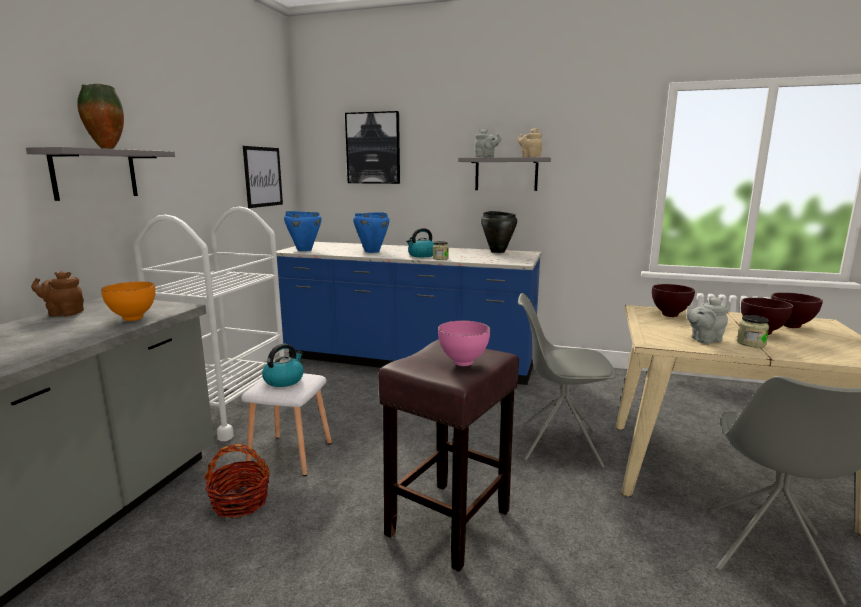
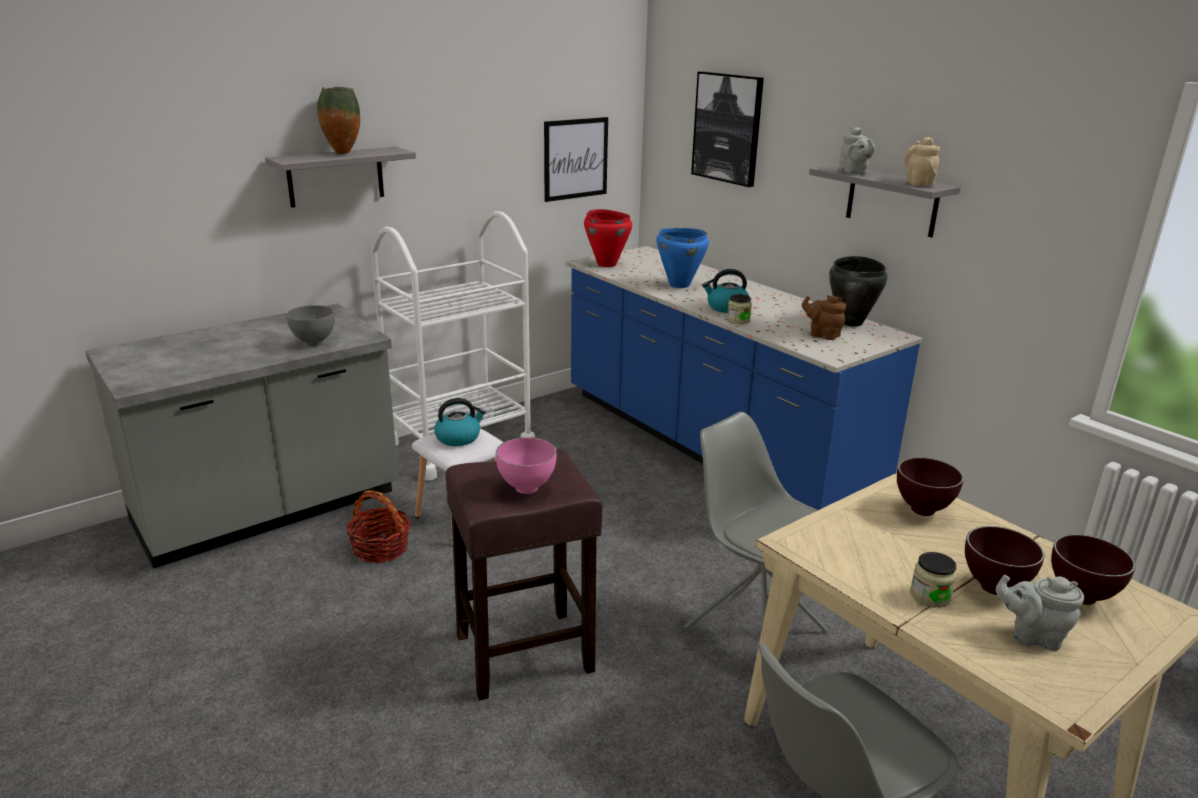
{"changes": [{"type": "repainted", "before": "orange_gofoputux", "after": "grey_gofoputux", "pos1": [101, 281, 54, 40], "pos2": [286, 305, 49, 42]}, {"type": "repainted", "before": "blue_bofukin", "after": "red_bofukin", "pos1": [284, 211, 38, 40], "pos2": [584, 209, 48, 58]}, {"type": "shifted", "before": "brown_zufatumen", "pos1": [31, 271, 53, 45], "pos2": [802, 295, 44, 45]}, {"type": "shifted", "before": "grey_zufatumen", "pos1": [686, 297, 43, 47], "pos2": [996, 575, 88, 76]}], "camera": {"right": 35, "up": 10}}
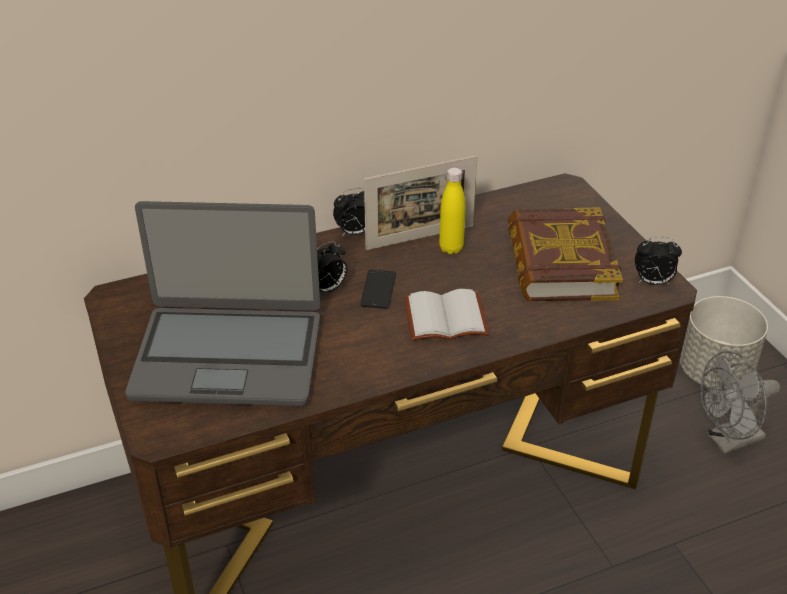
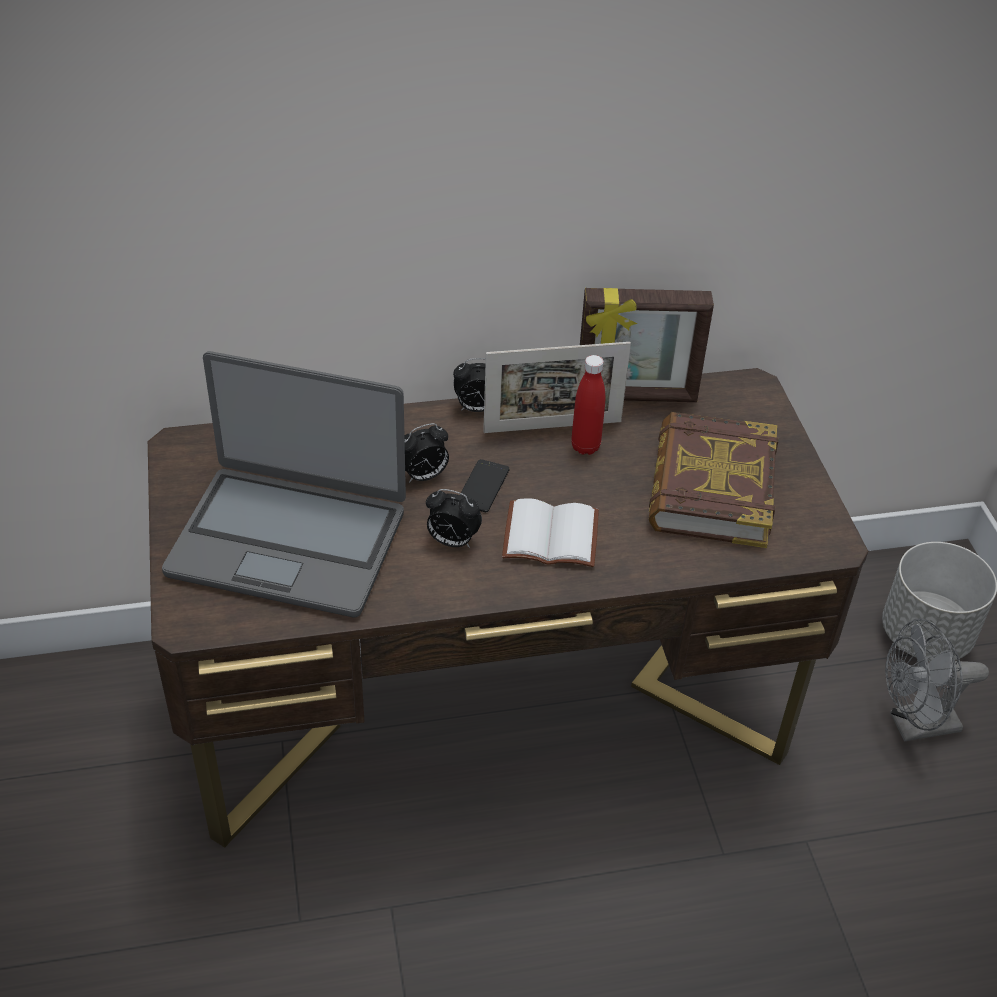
{"changes": [{"type": "shifted", "before": "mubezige", "pos1": [635, 236, 47, 49], "pos2": [426, 489, 56, 59]}, {"type": "repainted", "before": "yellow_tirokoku", "after": "red_tirokoku", "pos1": [439, 167, 26, 87], "pos2": [571, 355, 34, 100]}, {"type": "new", "after": "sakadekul", "pos2": [580, 288, 134, 114]}], "camera": {"right": 10, "up": 5}}
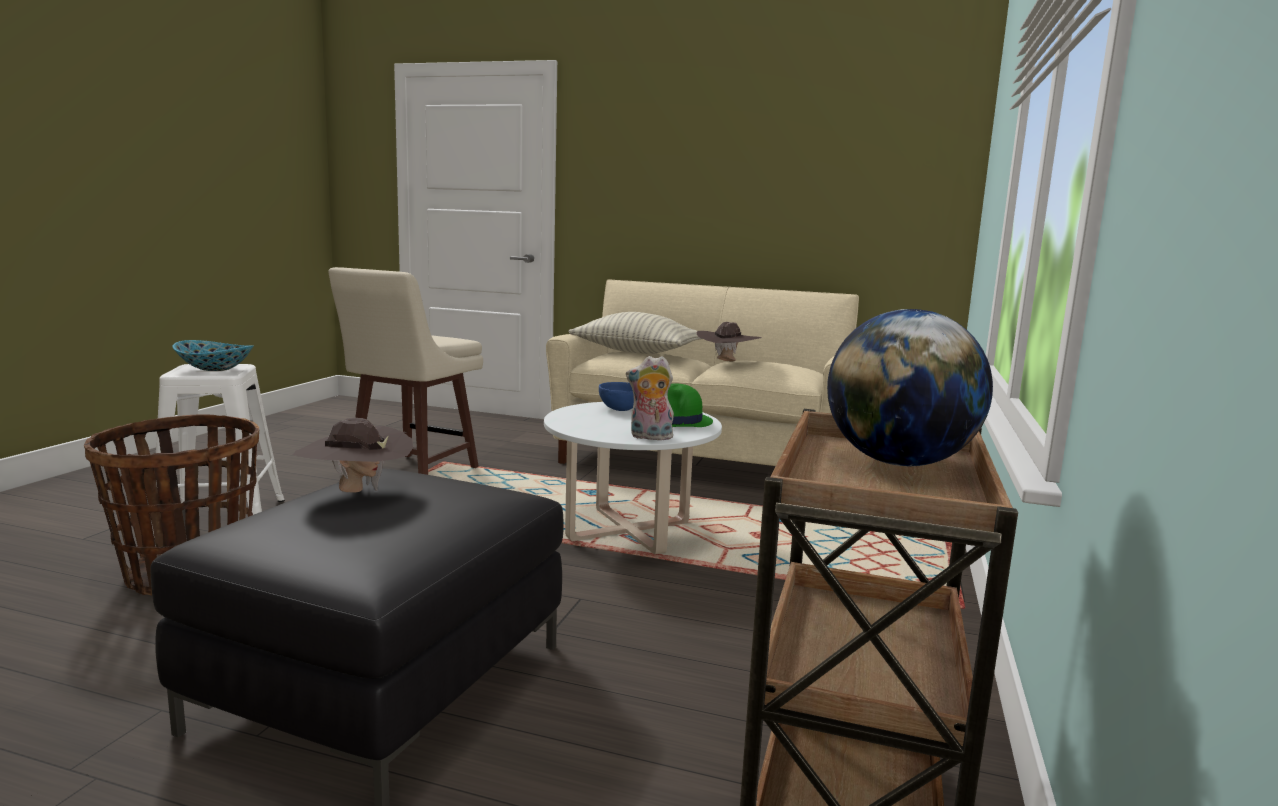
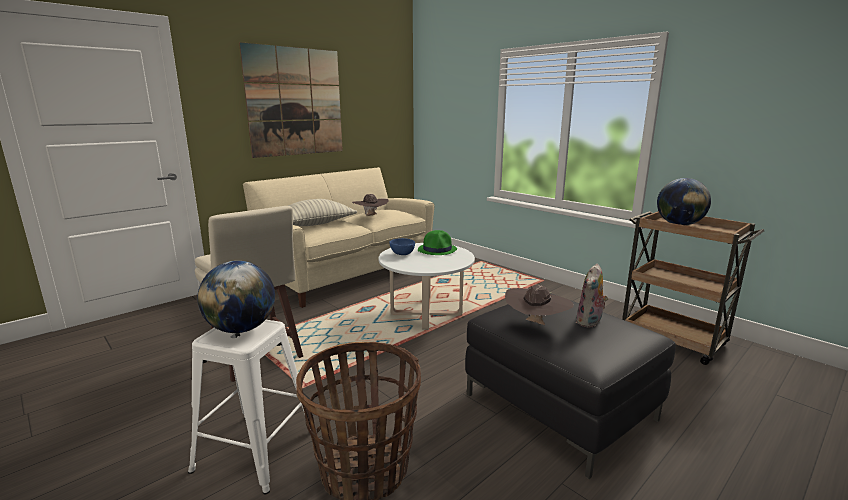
{"changes": [{"type": "swapped", "before": "gofoputux", "after": "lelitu", "pos1": [172, 340, 81, 31], "pos2": [198, 261, 77, 72]}, {"type": "new", "after": "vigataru", "pos2": [239, 42, 104, 116]}, {"type": "shifted", "before": "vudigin", "pos1": [626, 356, 48, 84], "pos2": [576, 264, 32, 64]}], "camera": {"right": -60, "up": 5}}
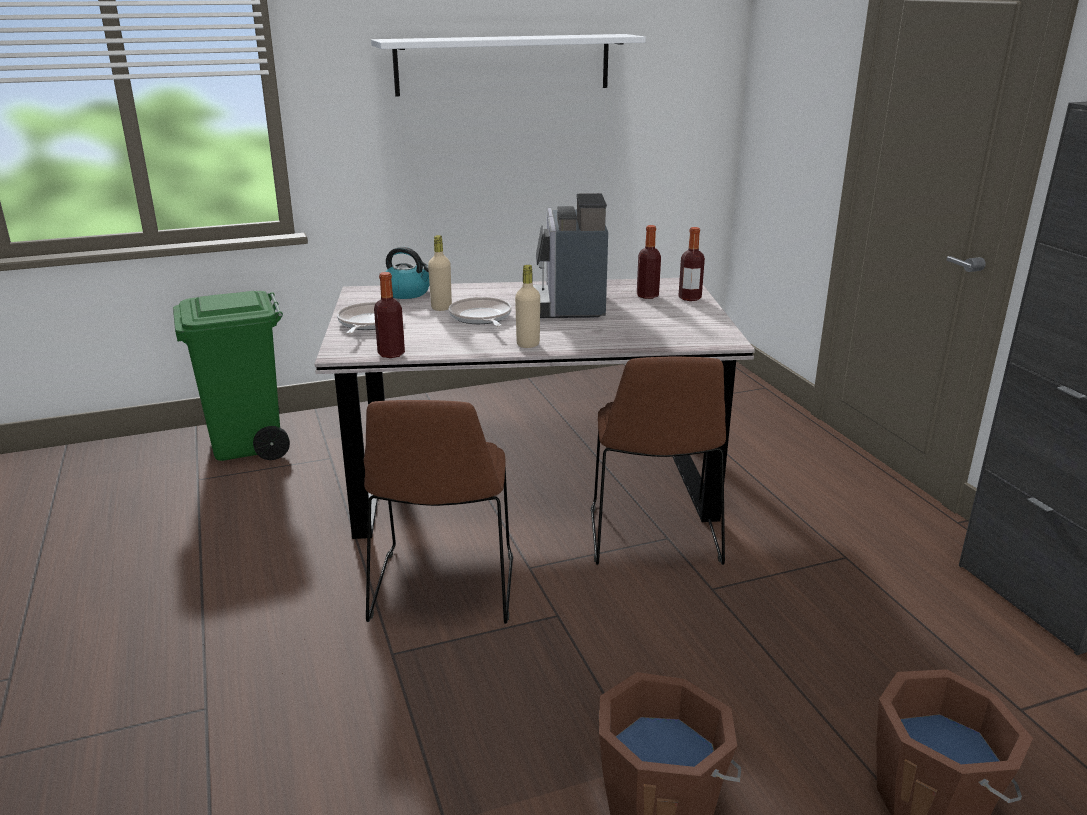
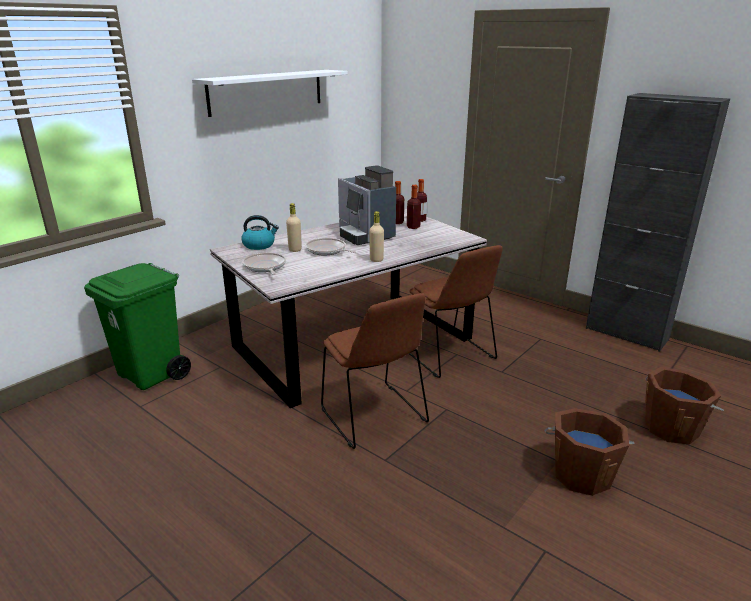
{"changes": [{"type": "shifted", "before": "tirokoku", "pos1": [374, 272, 31, 86], "pos2": [407, 185, 14, 44]}], "camera": {"right": -30, "up": 0}}
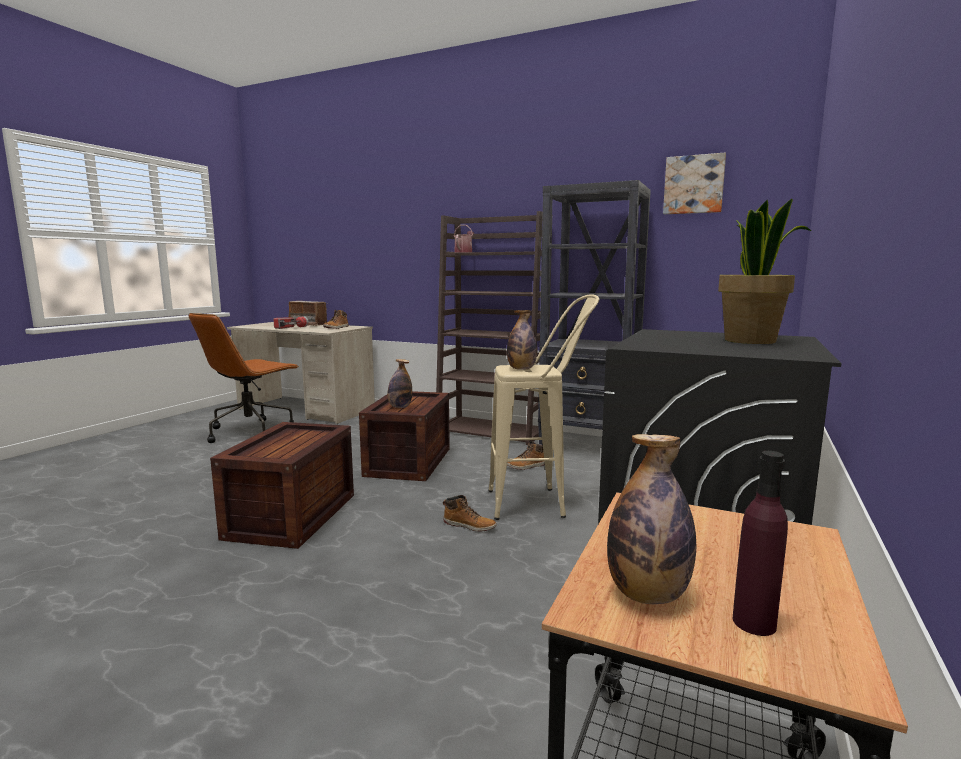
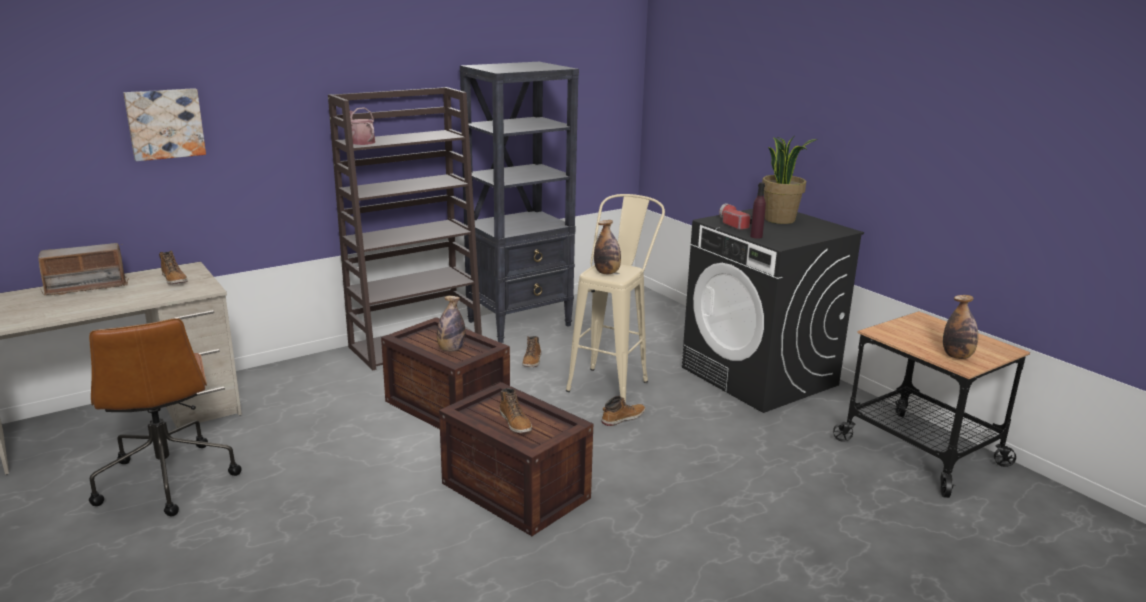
{"changes": [{"type": "shifted", "before": "vigataru", "pos1": [663, 153, 63, 61], "pos2": [123, 88, 83, 73]}, {"type": "new", "after": "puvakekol", "pos2": [500, 388, 32, 45]}, {"type": "shifted", "before": "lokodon", "pos1": [273, 316, 36, 13], "pos2": [719, 203, 33, 27]}, {"type": "shifted", "before": "purple_tirokoku", "pos1": [733, 451, 55, 185], "pos2": [750, 182, 16, 57]}], "camera": {"right": -60, "up": 10}}
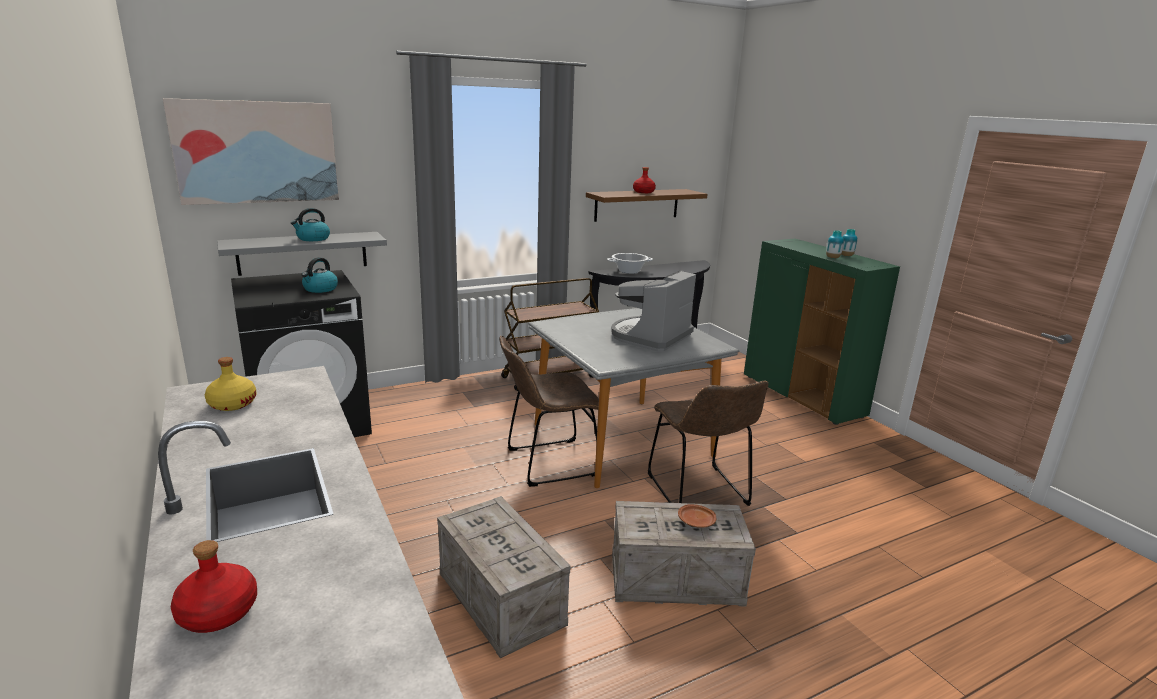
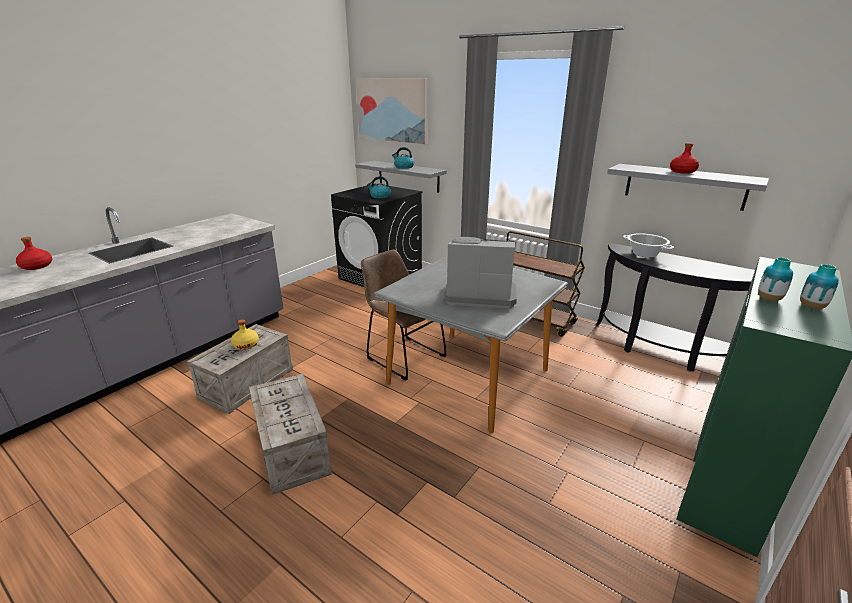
{"changes": [{"type": "shifted", "before": "yellow_tirokoku", "pos1": [205, 357, 52, 54], "pos2": [231, 319, 28, 31]}, {"type": "repainted", "before": "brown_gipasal", "after": "grey_gipasal", "pos1": [586, 189, 122, 33], "pos2": [607, 164, 162, 47]}, {"type": "gone", "before": "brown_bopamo", "pos1": [648, 381, 120, 125]}, {"type": "gone", "before": "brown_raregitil", "pos1": [678, 504, 38, 24]}], "camera": {"right": 65, "up": 5}}
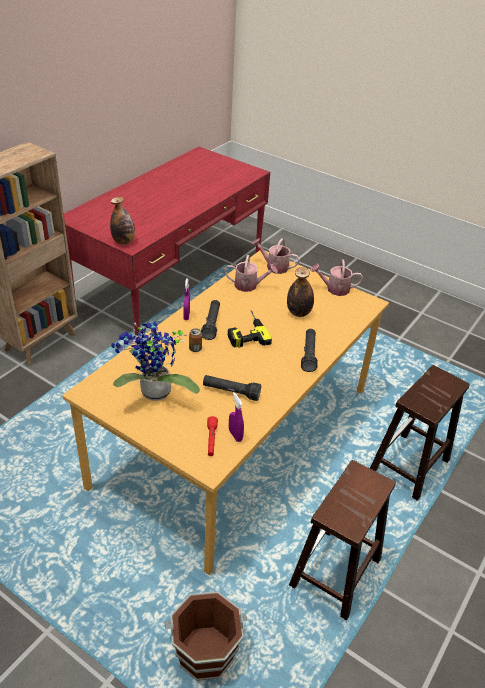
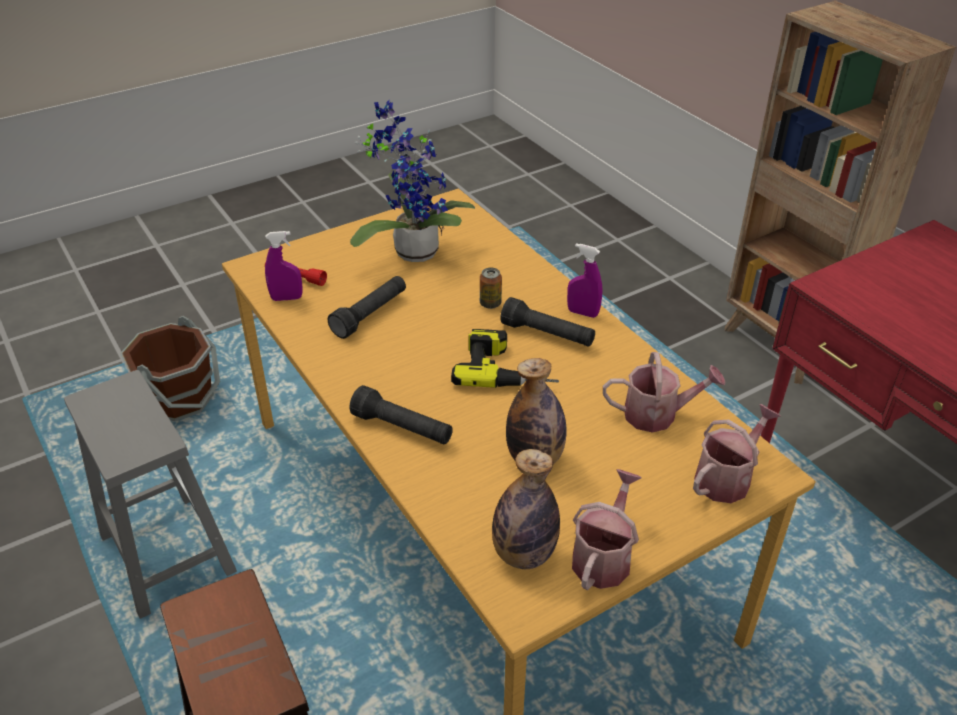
{"changes": [{"type": "repainted", "before": "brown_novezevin", "after": "grey_novezevin", "pos1": [289, 460, 107, 160], "pos2": [64, 370, 173, 249]}, {"type": "shifted", "before": "tirokoku", "pos1": [110, 197, 25, 48], "pos2": [492, 449, 68, 120]}, {"type": "rotated", "before": "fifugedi", "pos1": [224, 255, 54, 37], "pos2": [603, 352, 122, 80], "turn": -120}], "camera": {"right": 115, "up": 0}}
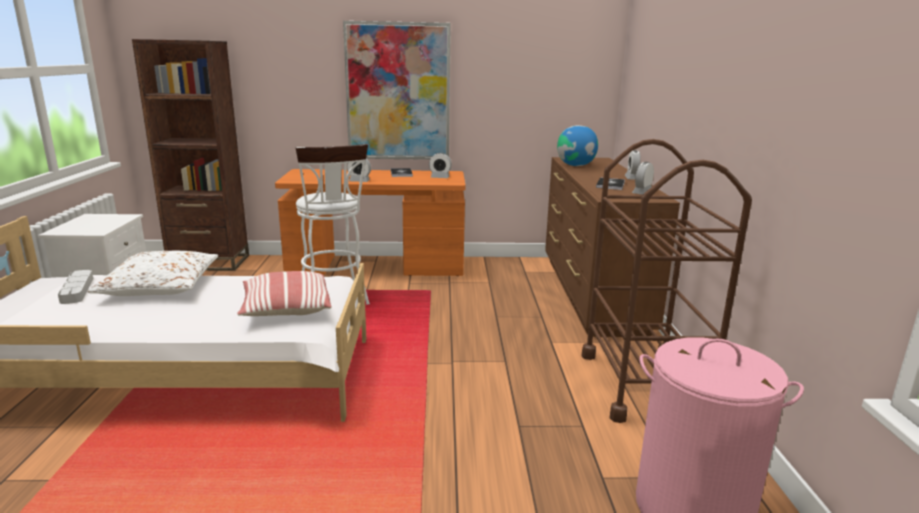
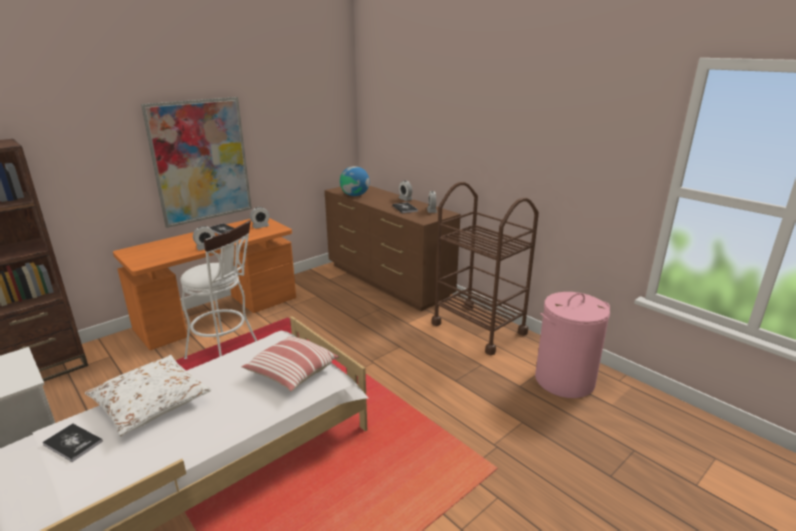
{"changes": [{"type": "swapped", "before": "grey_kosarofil", "after": "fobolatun", "pos1": [58, 270, 35, 34], "pos2": [42, 423, 61, 39]}], "camera": {"right": -40, "up": 5}}
